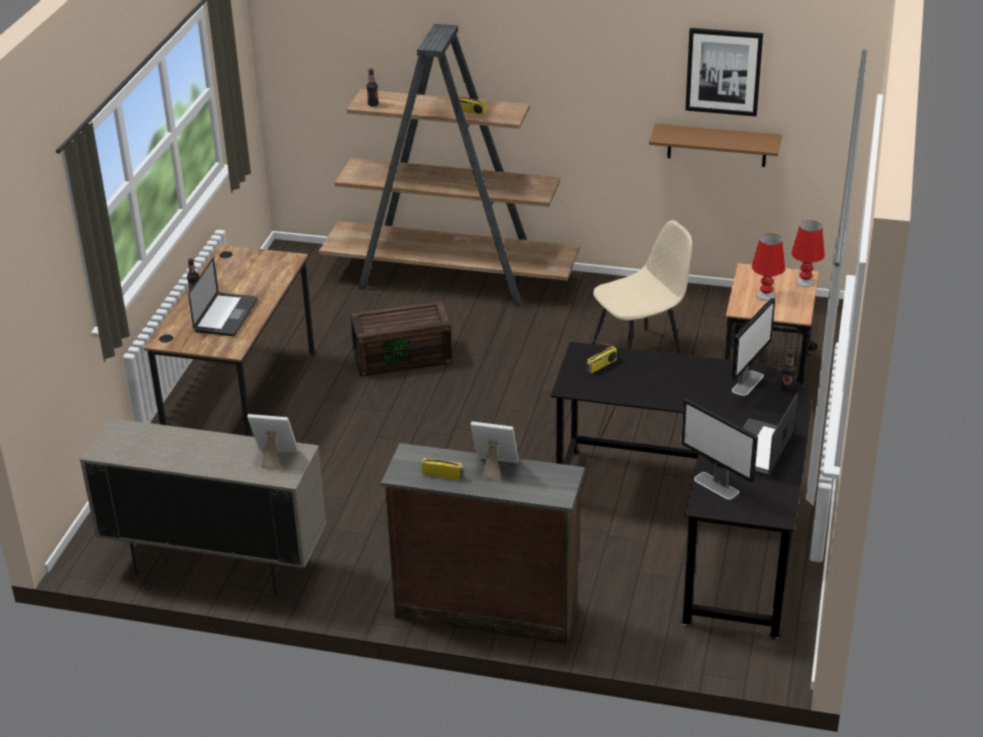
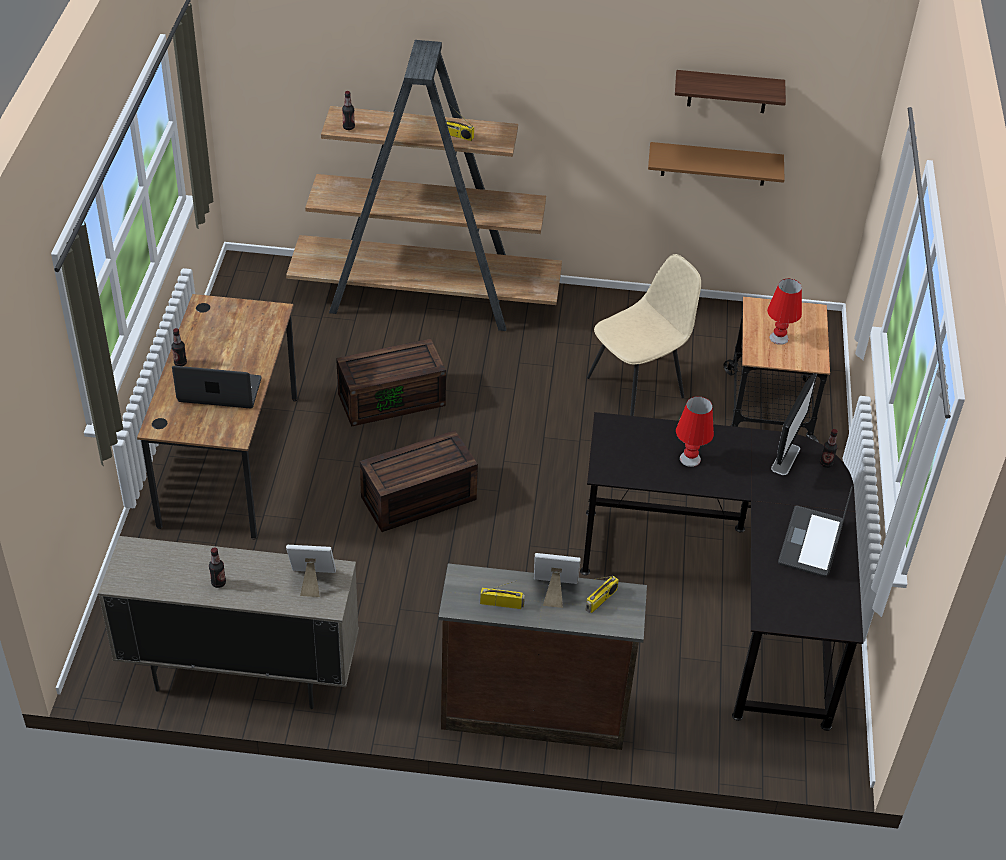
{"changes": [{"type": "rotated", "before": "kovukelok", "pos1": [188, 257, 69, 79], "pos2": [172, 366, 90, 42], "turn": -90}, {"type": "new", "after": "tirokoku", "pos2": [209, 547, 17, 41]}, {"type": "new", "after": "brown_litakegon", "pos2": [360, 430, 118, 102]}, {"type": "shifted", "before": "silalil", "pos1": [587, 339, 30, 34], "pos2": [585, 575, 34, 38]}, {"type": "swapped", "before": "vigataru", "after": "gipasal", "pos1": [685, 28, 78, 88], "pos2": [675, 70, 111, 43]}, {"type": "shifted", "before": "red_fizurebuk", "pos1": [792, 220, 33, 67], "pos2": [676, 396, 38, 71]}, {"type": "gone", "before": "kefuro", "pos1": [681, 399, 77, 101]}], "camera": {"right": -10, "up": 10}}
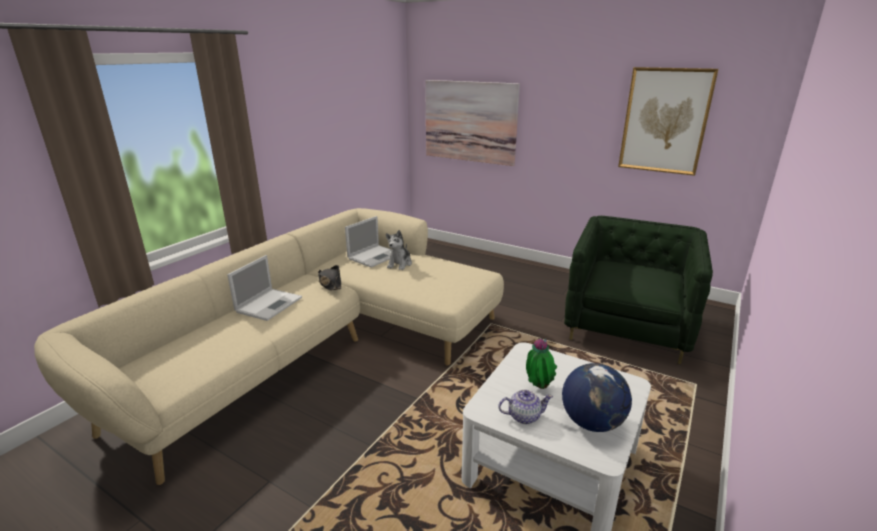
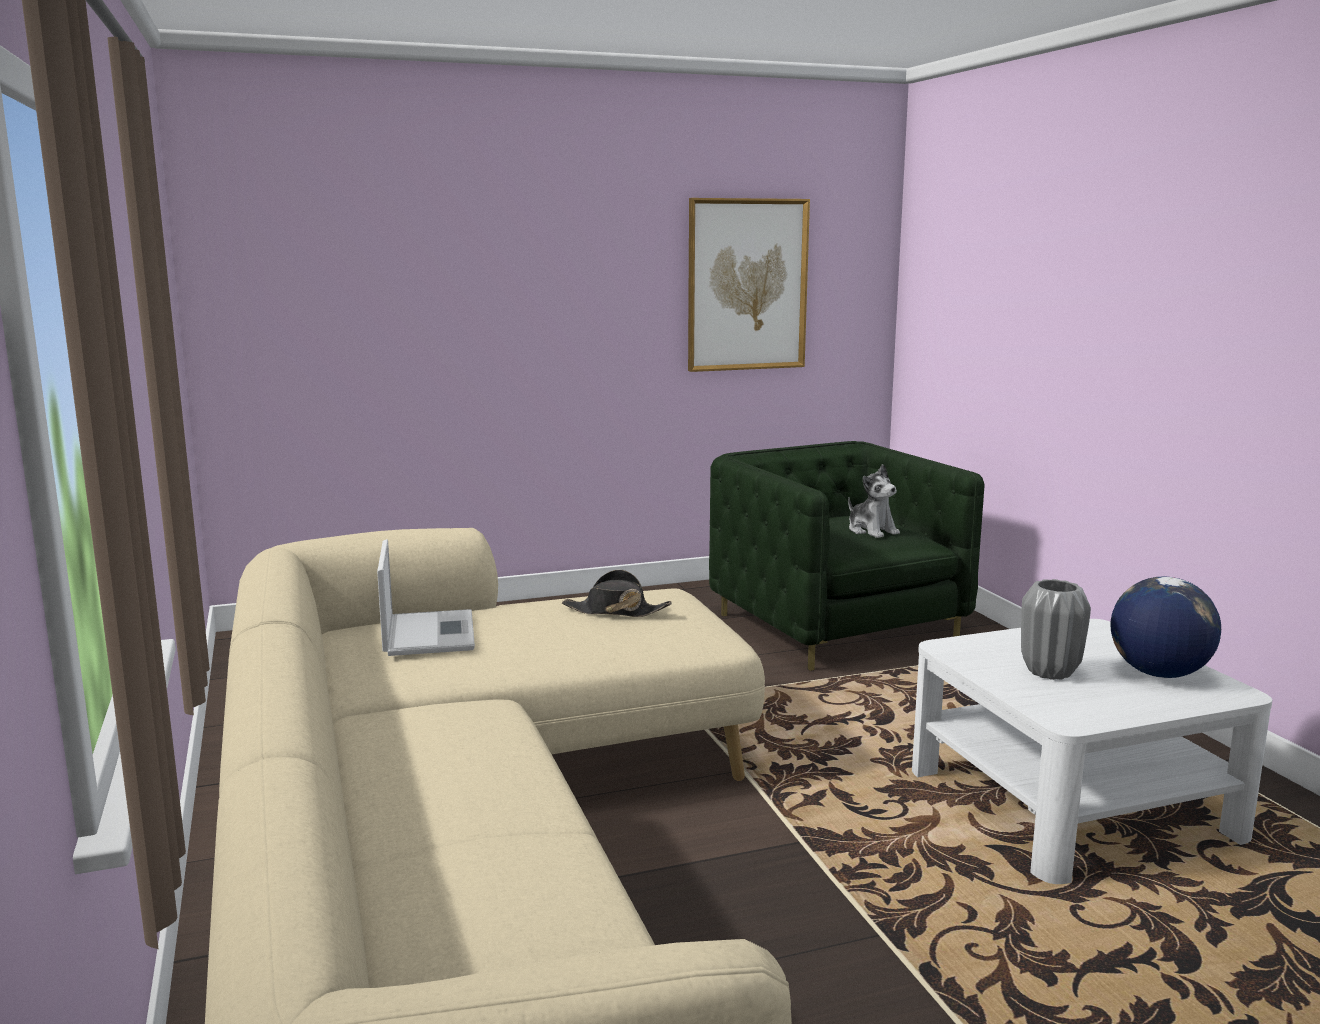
{"changes": [{"type": "shifted", "before": "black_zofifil", "pos1": [318, 265, 24, 25], "pos2": [562, 570, 110, 47]}, {"type": "shifted", "before": "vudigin", "pos1": [386, 230, 26, 40], "pos2": [848, 464, 52, 74]}, {"type": "swapped", "before": "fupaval", "after": "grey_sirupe", "pos1": [526, 338, 31, 51], "pos2": [1021, 579, 70, 101]}, {"type": "gone", "before": "kovukelok", "pos1": [227, 255, 75, 66]}, {"type": "gone", "before": "vigataru", "pos1": [425, 80, 95, 86]}, {"type": "gone", "before": "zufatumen", "pos1": [498, 390, 55, 34]}], "camera": {"right": -50, "up": -10}}
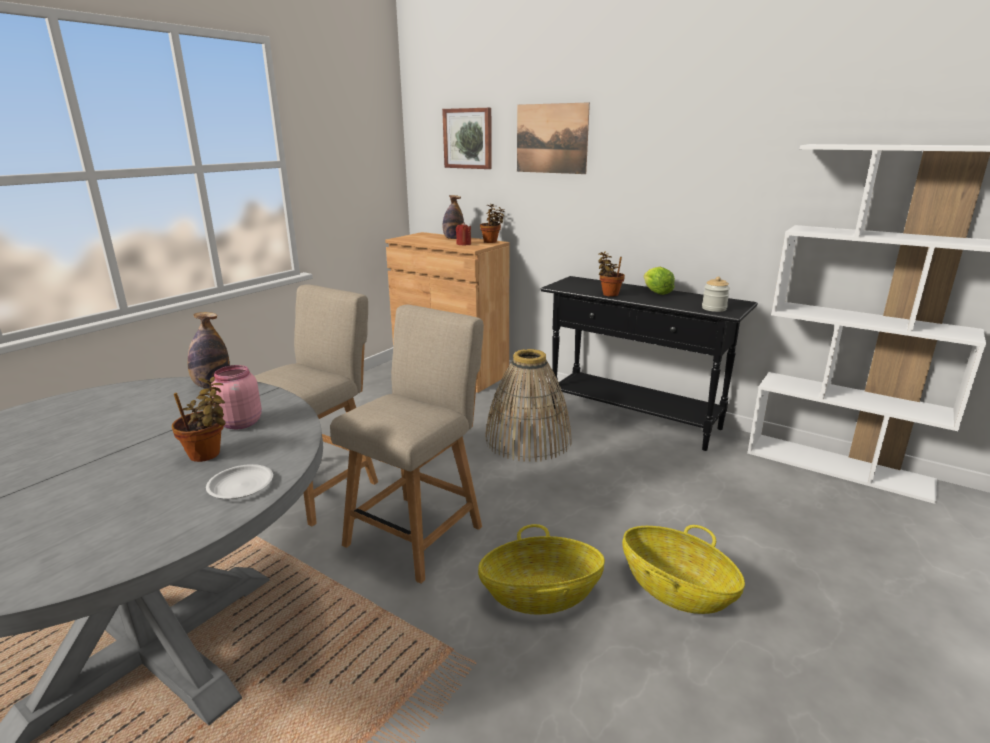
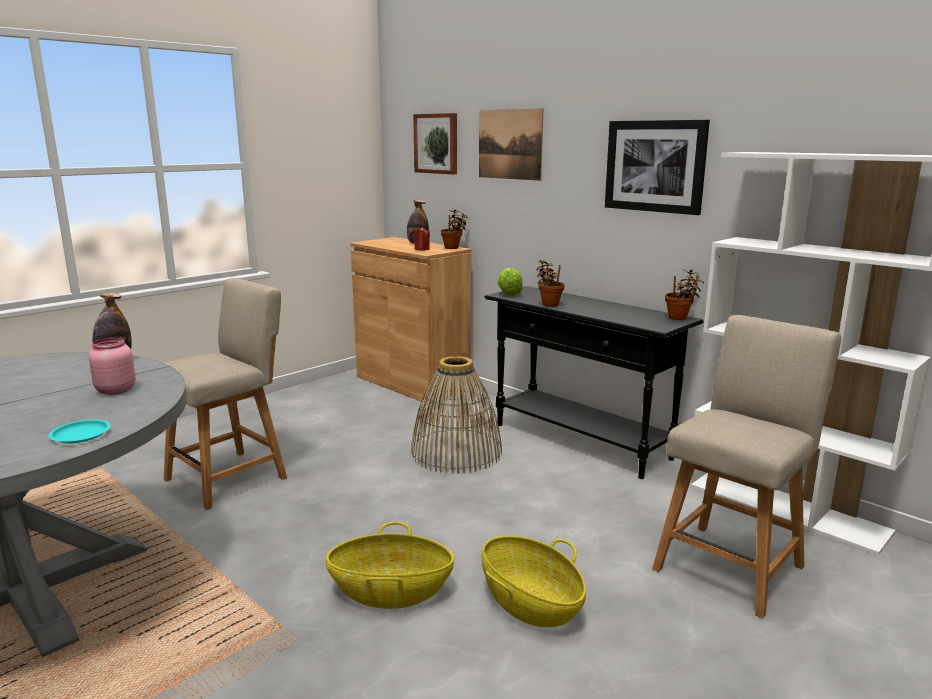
{"changes": [{"type": "repainted", "before": "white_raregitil", "after": "turquoise_raregitil", "pos1": [206, 464, 67, 35], "pos2": [49, 420, 62, 23]}, {"type": "shifted", "before": "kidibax", "pos1": [644, 267, 31, 28], "pos2": [498, 268, 25, 28]}, {"type": "new", "after": "vigataru", "pos2": [605, 120, 105, 95]}, {"type": "shifted", "before": "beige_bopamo", "pos1": [330, 304, 154, 280], "pos2": [652, 315, 189, 304]}, {"type": "shifted", "before": "fupaval", "pos1": [172, 377, 54, 85], "pos2": [665, 269, 39, 51]}, {"type": "gone", "before": "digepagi", "pos1": [702, 277, 28, 35]}], "camera": {"right": 10, "up": -5}}
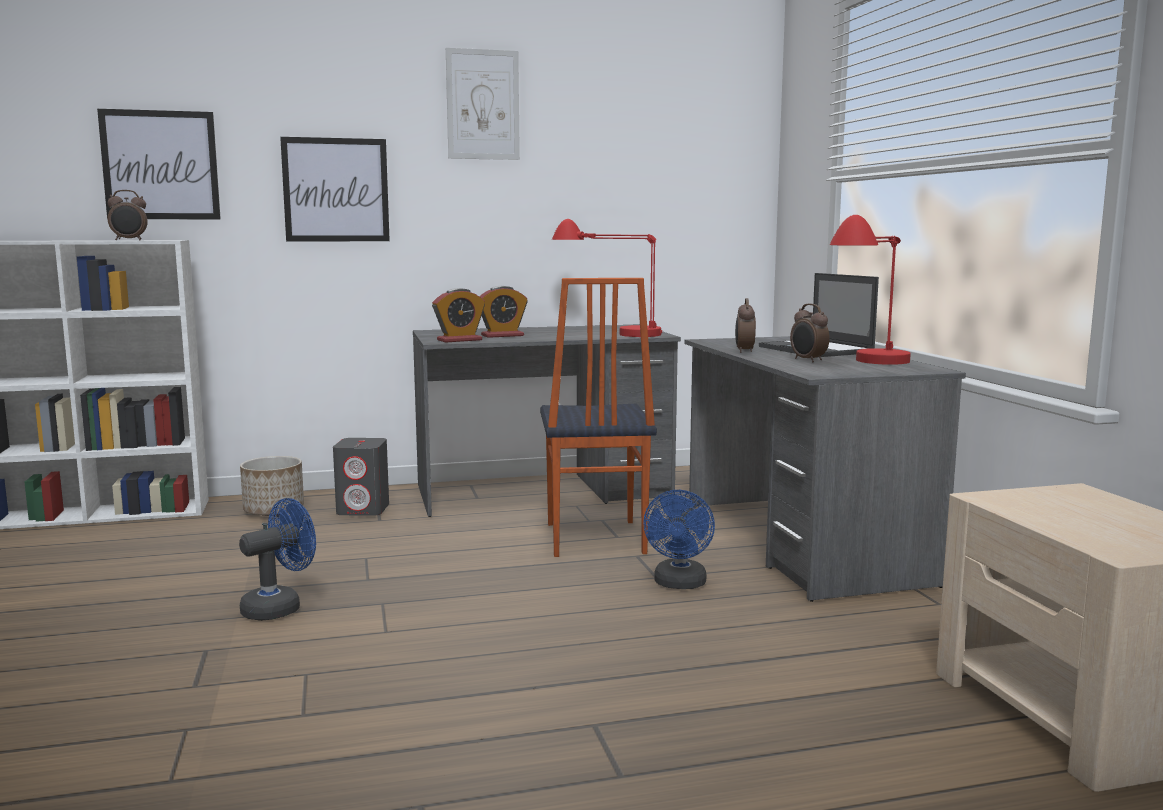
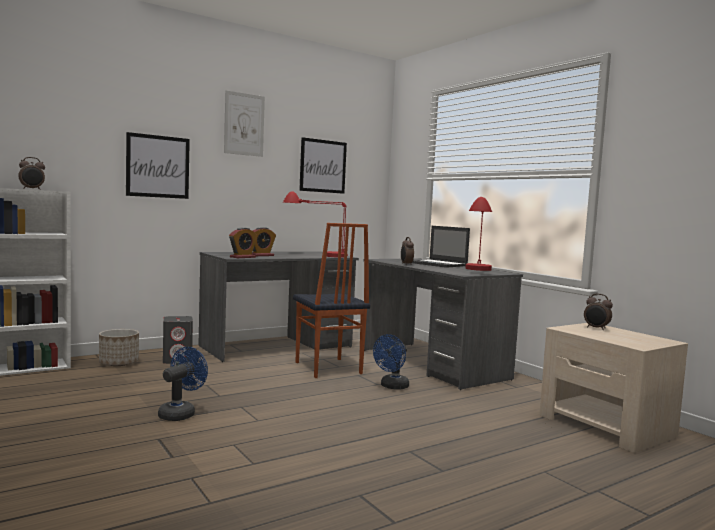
{"changes": [{"type": "shifted", "before": "vigataru", "pos1": [97, 109, 124, 111], "pos2": [299, 137, 48, 57]}, {"type": "rotated", "before": "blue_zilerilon", "pos1": [643, 490, 72, 99], "pos2": [373, 334, 36, 56], "turn": 45}, {"type": "shifted", "before": "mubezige", "pos1": [790, 304, 40, 58], "pos2": [584, 294, 29, 36]}], "camera": {"right": -20, "up": -5}}
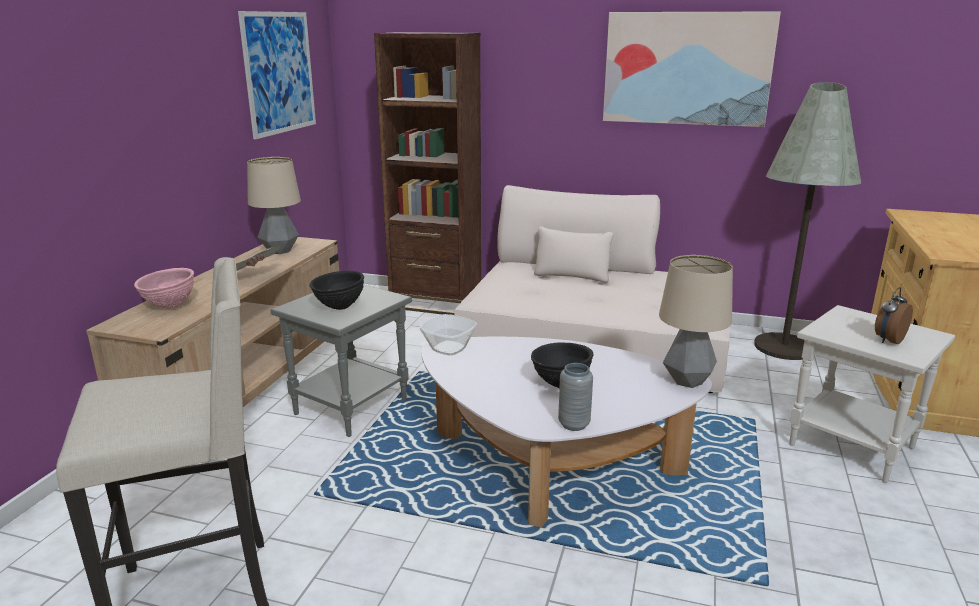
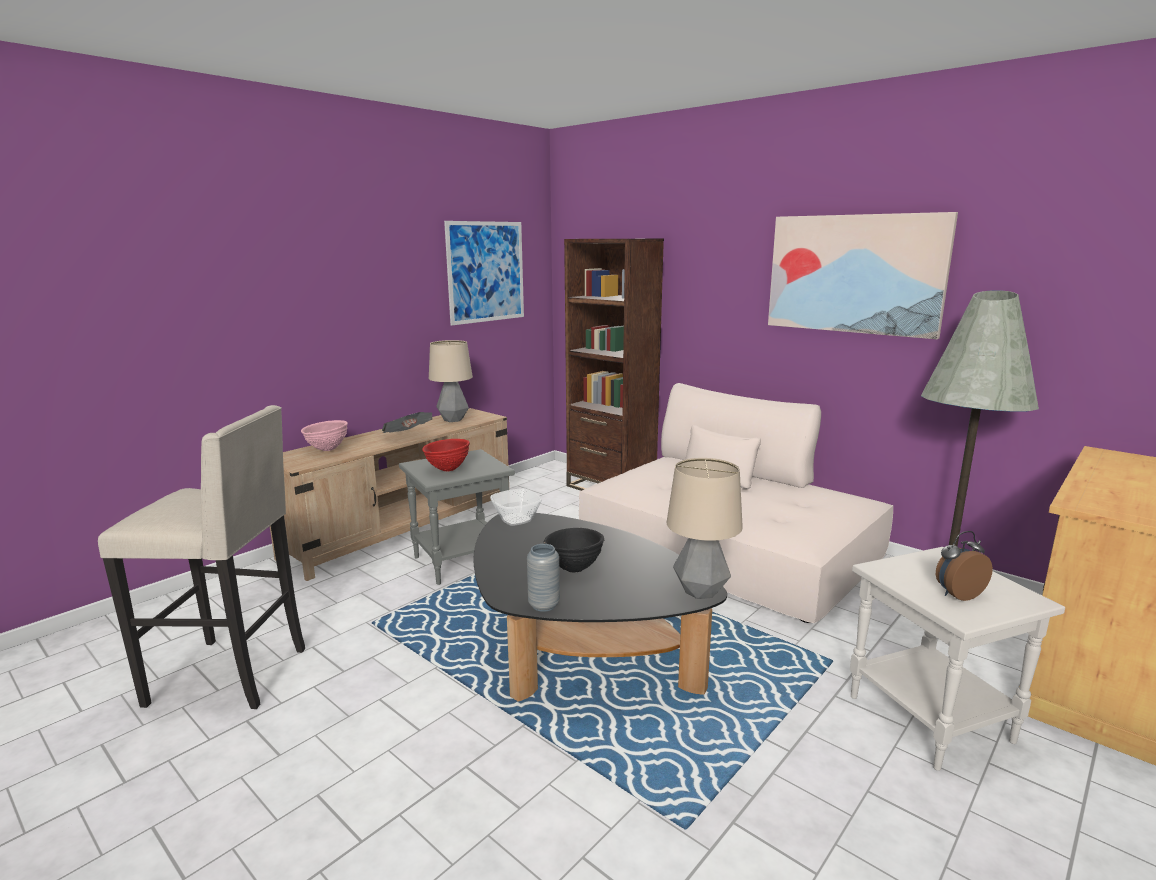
{"changes": [{"type": "repainted", "before": "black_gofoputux", "after": "red_gofoputux", "pos1": [309, 271, 55, 39], "pos2": [422, 439, 48, 33]}, {"type": "repainted", "before": "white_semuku", "after": "black_semuku", "pos1": [422, 337, 290, 190], "pos2": [473, 513, 254, 189]}], "camera": {"right": 25, "up": -5}}
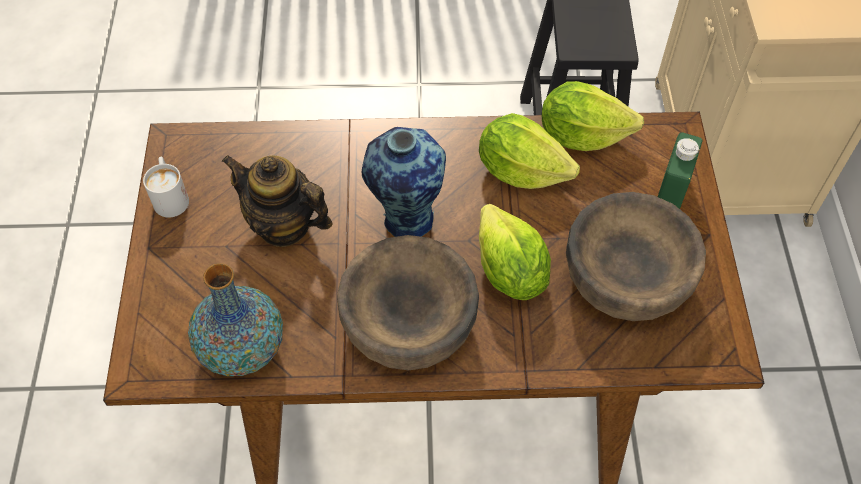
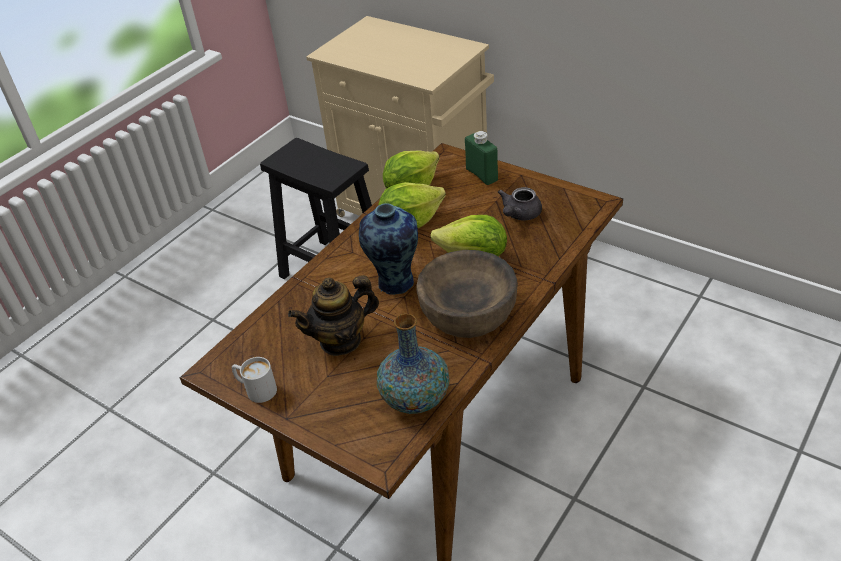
{"changes": [{"type": "swapped", "before": "brown_gofoputux", "after": "grey_zufatumen", "pos1": [566, 192, 140, 129], "pos2": [498, 187, 44, 33]}], "camera": {"right": -50, "up": -15}}
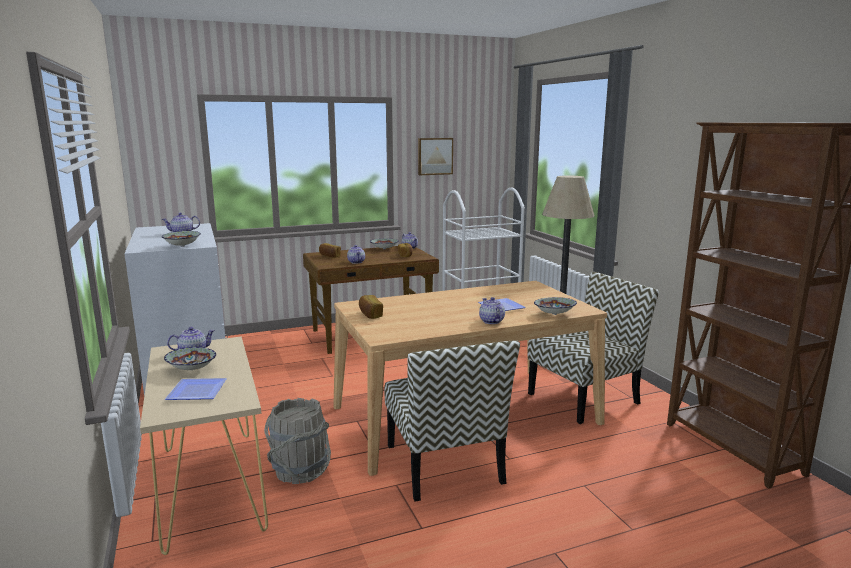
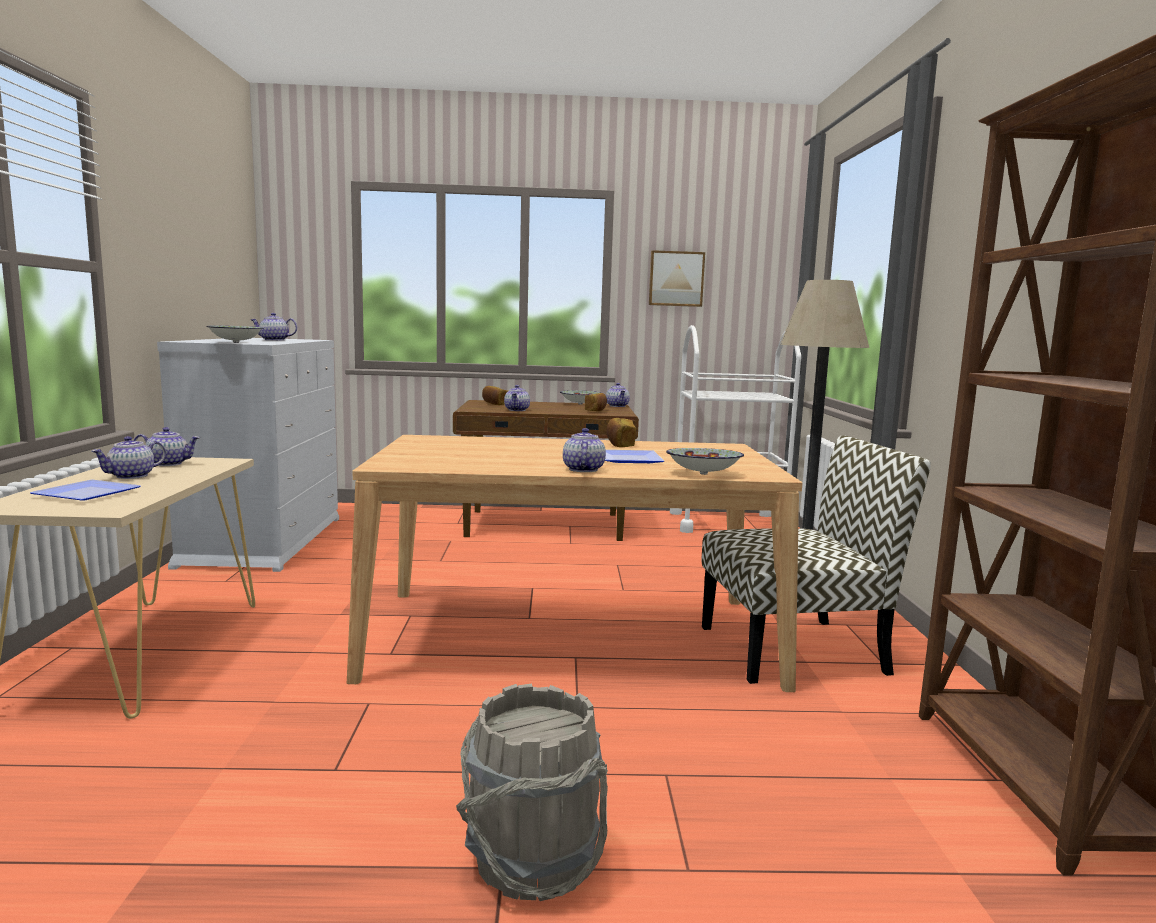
{"changes": [{"type": "swapped", "before": "gofoputux", "after": "zufatumen", "pos1": [164, 347, 52, 23], "pos2": [91, 436, 75, 43]}, {"type": "shifted", "before": "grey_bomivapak", "pos1": [264, 398, 67, 86], "pos2": [456, 684, 152, 217]}, {"type": "shifted", "before": "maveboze", "pos1": [359, 295, 24, 24], "pos2": [607, 418, 29, 29]}, {"type": "gone", "before": "bopamo", "pos1": [384, 340, 136, 162]}], "camera": {"right": 20, "up": -5}}
